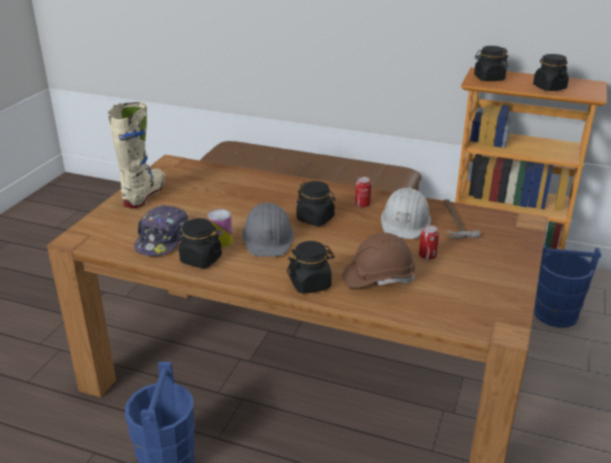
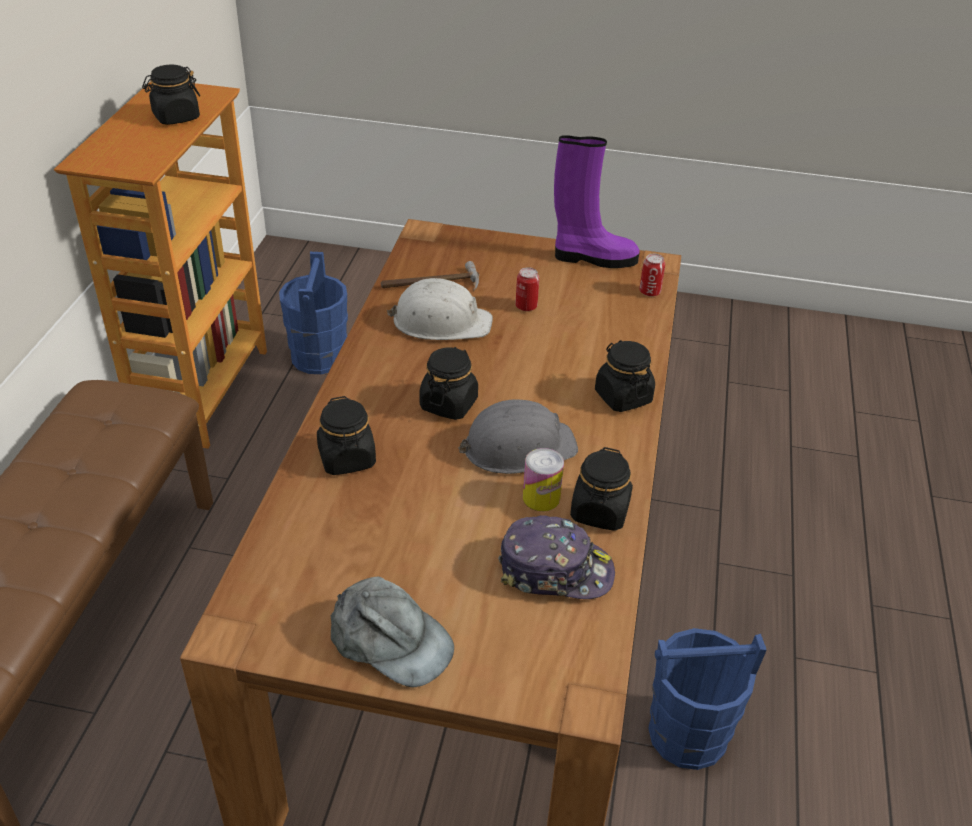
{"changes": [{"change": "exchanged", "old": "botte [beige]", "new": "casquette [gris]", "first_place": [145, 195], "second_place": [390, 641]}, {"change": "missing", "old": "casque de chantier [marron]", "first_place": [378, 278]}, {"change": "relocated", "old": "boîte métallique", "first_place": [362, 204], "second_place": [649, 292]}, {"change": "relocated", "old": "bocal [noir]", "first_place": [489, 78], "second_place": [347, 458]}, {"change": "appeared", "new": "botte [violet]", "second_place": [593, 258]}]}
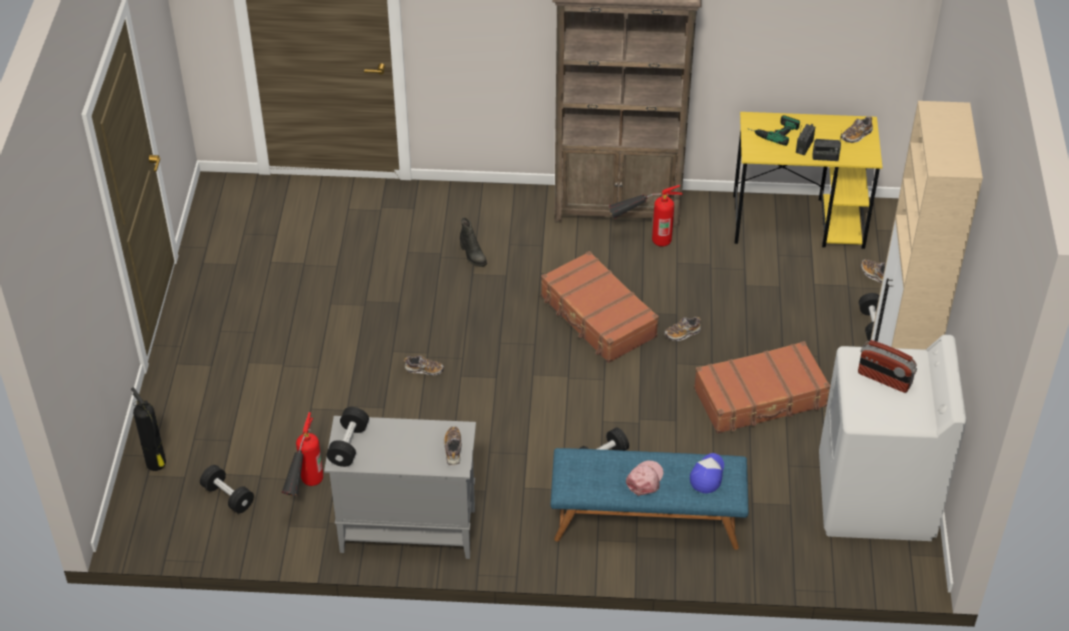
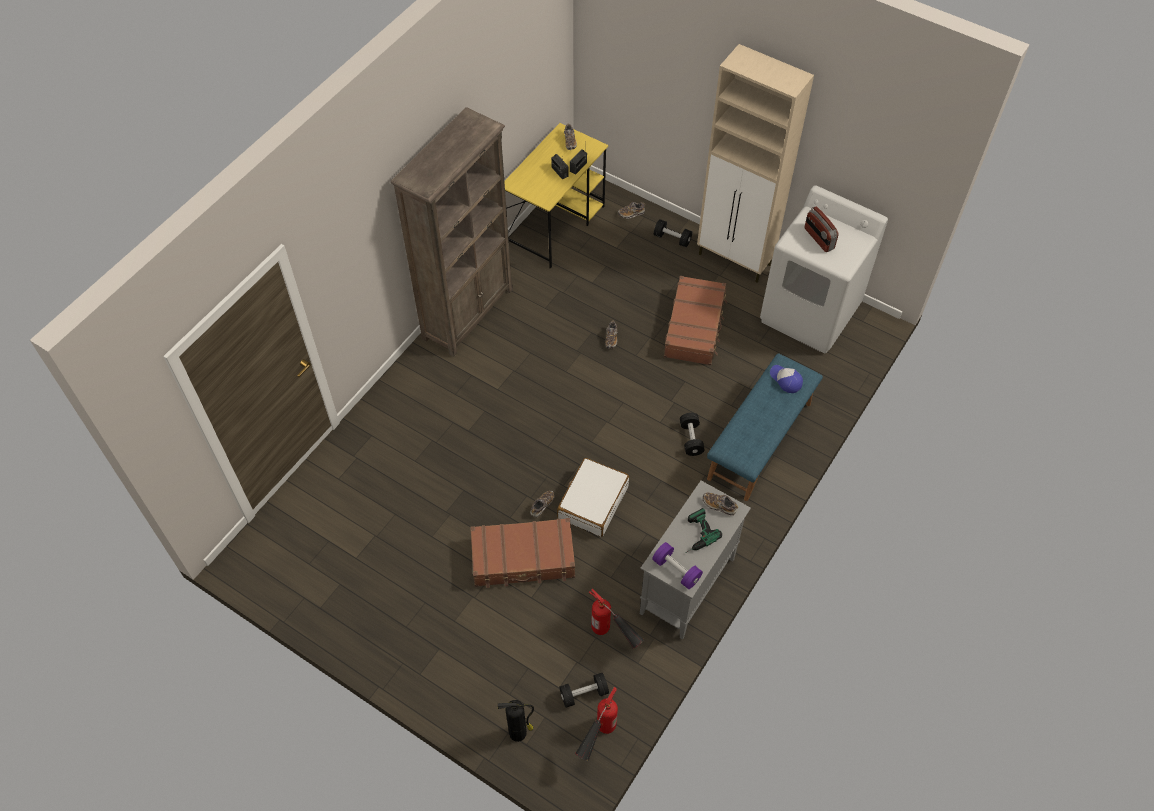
{"changes": [{"change": "colour", "old": "haltère [noir]", "new": "haltère [violet]", "first_place": [348, 445], "second_place": [676, 570]}, {"change": "missing", "old": "botte [noir]", "first_place": [472, 256]}, {"change": "relocated", "old": "valise [marron]", "first_place": [597, 317], "second_place": [523, 559]}, {"change": "relocated", "old": "extincteur", "first_place": [643, 240], "second_place": [597, 740]}, {"change": "missing", "old": "casquette [rose]", "first_place": [645, 479]}, {"change": "relocated", "old": "perceuse", "first_place": [772, 131], "second_place": [695, 534]}, {"change": "spun", "old": "radio", "first_place": [884, 379], "second_place": [818, 239], "degrees": 90}, {"change": "appeared", "new": "valise [blanc]", "second_place": [592, 502]}]}
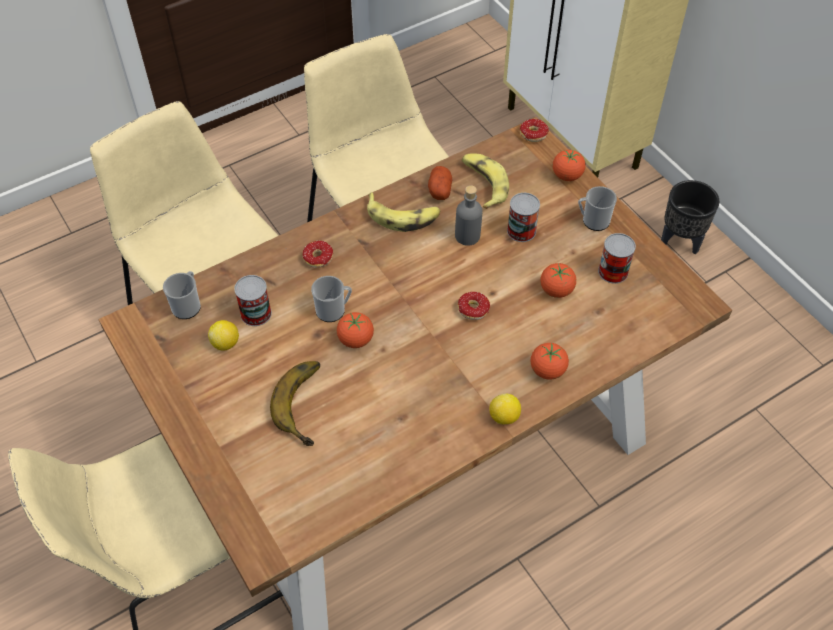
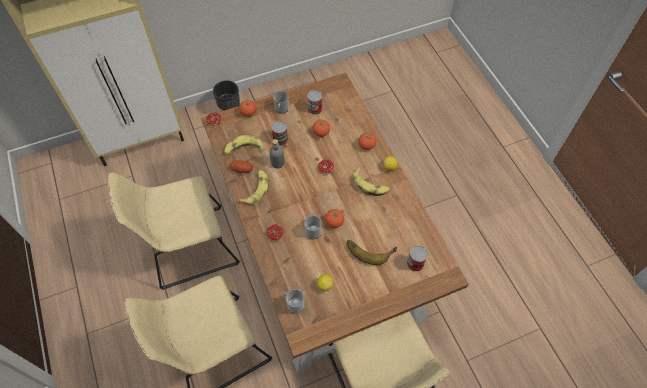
{"changes": [{"change": "relocated", "old": "boîte métallique", "first_place": [256, 313], "second_place": [415, 263]}, {"change": "appeared", "new": "banane", "second_place": [370, 185]}]}
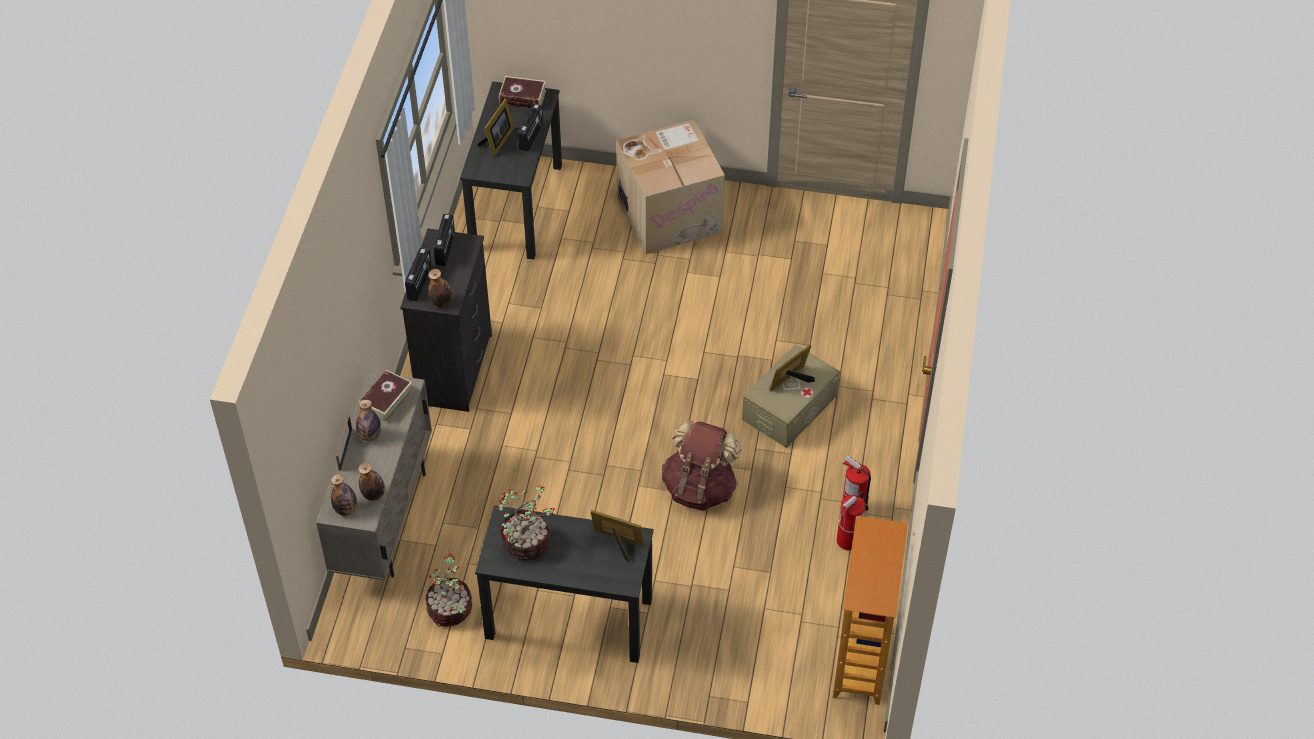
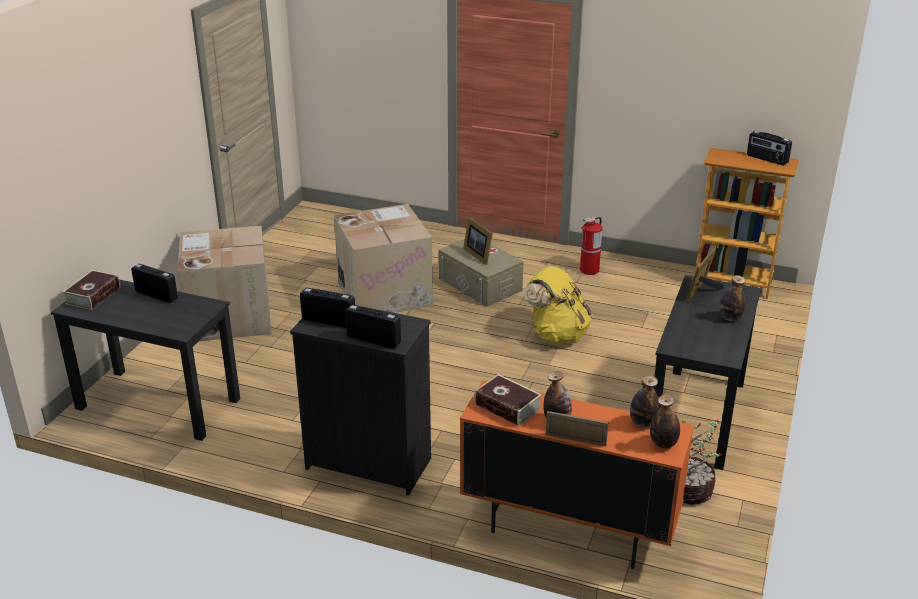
{"changes": [{"change": "colour", "old": "meuble de rangement [beige]", "new": "meuble de rangement [orange]", "first_place": [384, 520], "second_place": [568, 530]}, {"change": "relocated", "old": "bouteille", "first_place": [441, 302], "second_place": [730, 318]}, {"change": "missing", "old": "cadre photo", "first_place": [497, 141]}, {"change": "missing", "old": "plante en pot", "first_place": [527, 542]}, {"change": "colour", "old": "sac à dos [marron]", "new": "sac à dos [jaune]", "first_place": [700, 488], "second_place": [557, 334]}, {"change": "missing", "old": "extincteur", "first_place": [848, 541]}, {"change": "appeared", "new": "carton", "second_place": [385, 293]}, {"change": "appeared", "new": "radio", "second_place": [767, 159]}]}
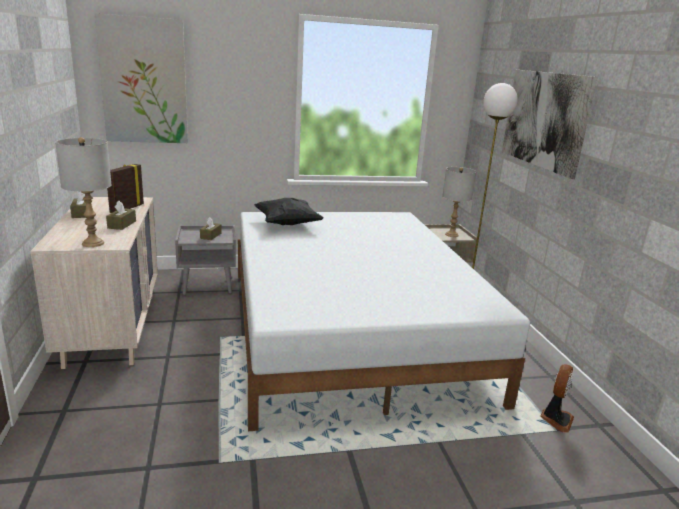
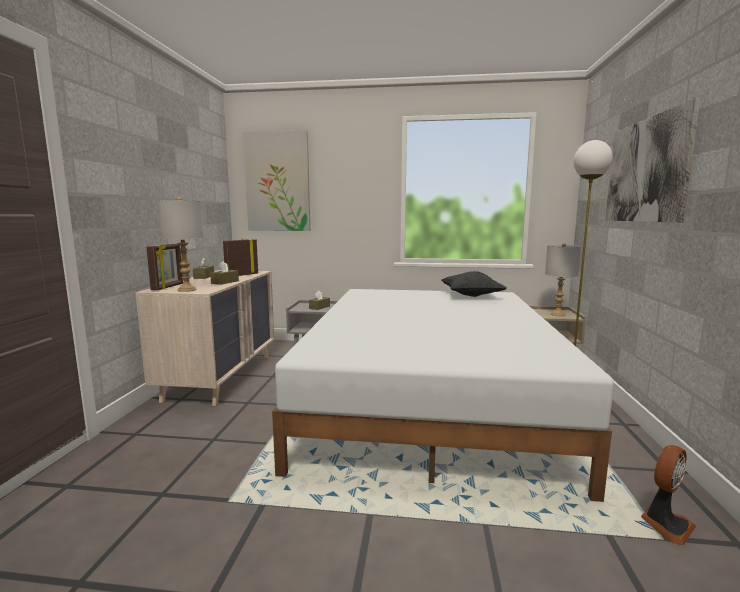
{"changes": [{"change": "relocated", "old": "coussin [noir]", "first_place": [287, 224], "second_place": [471, 296]}, {"change": "appeared", "new": "cadre photo", "second_place": [168, 287]}]}
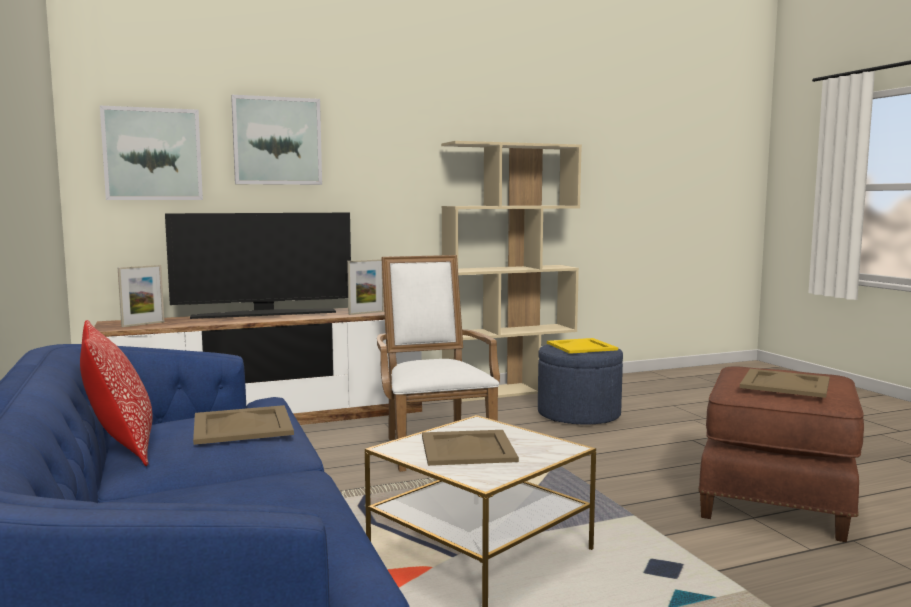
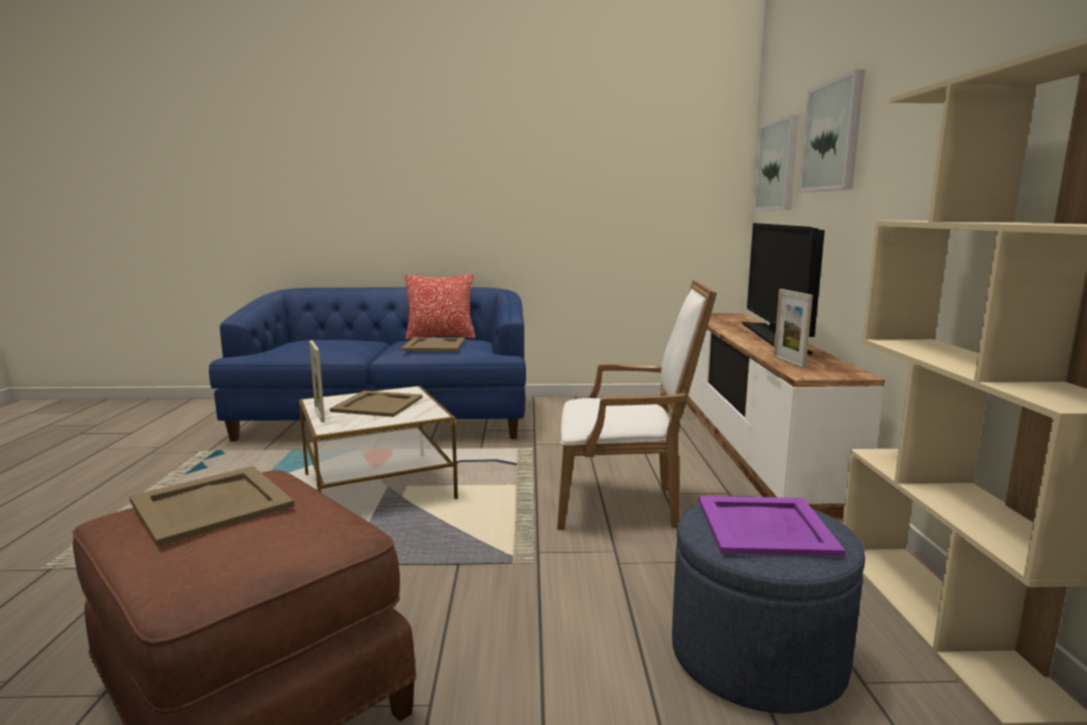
{"changes": [{"change": "relocated", "old": "cadre photo", "first_place": [143, 324], "second_place": [319, 415]}, {"change": "colour", "old": "plateau [jaune]", "new": "plateau [violet]", "first_place": [582, 346], "second_place": [764, 526]}]}
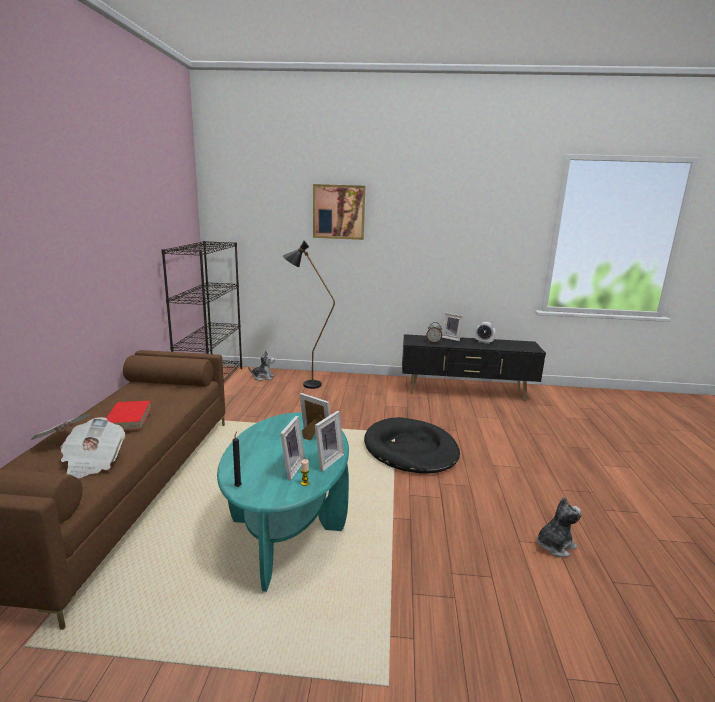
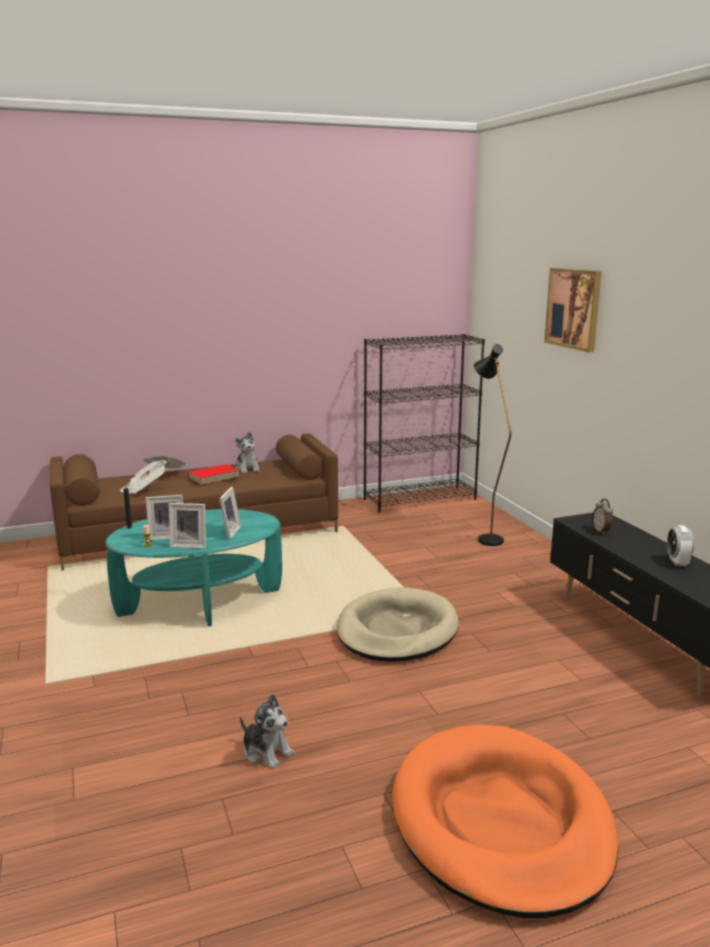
{"changes": [{"change": "relocated", "old": "peluche", "first_place": [263, 377], "second_place": [247, 469]}, {"change": "colour", "old": "panier pour chien [noir]", "new": "panier pour chien [beige]", "first_place": [410, 449], "second_place": [397, 630]}, {"change": "missing", "old": "cadre photo", "first_place": [451, 338]}, {"change": "appeared", "new": "panier pour chien [orange]", "second_place": [501, 822]}]}
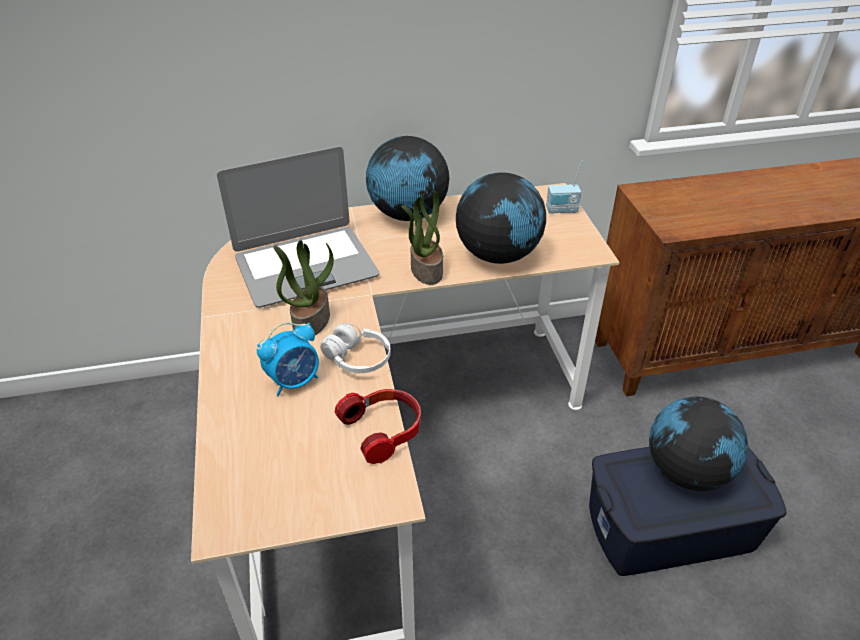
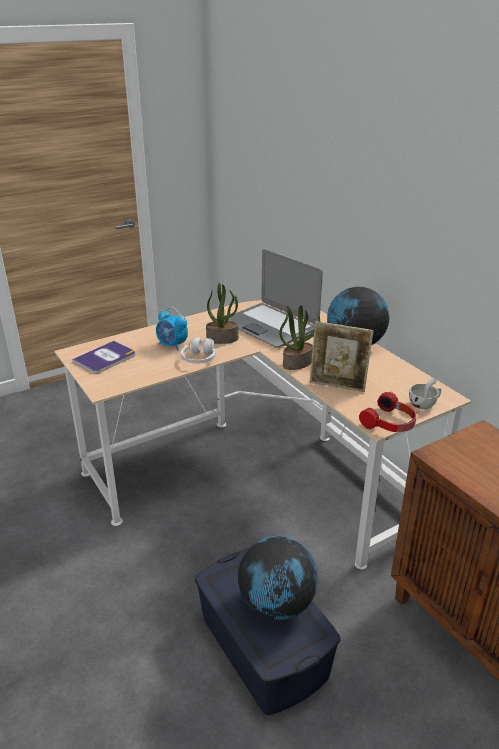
{"changes": [{"change": "relocated", "old": "casque audio", "first_place": [384, 430], "second_place": [390, 423]}, {"change": "exchanged", "old": "globe", "new": "cadre photo", "first_place": [498, 255], "second_place": [338, 386]}, {"change": "exchanged", "old": "radio", "new": "tasse [blanc]", "first_place": [562, 211], "second_place": [424, 404]}, {"change": "appeared", "new": "livre", "second_place": [105, 358]}]}
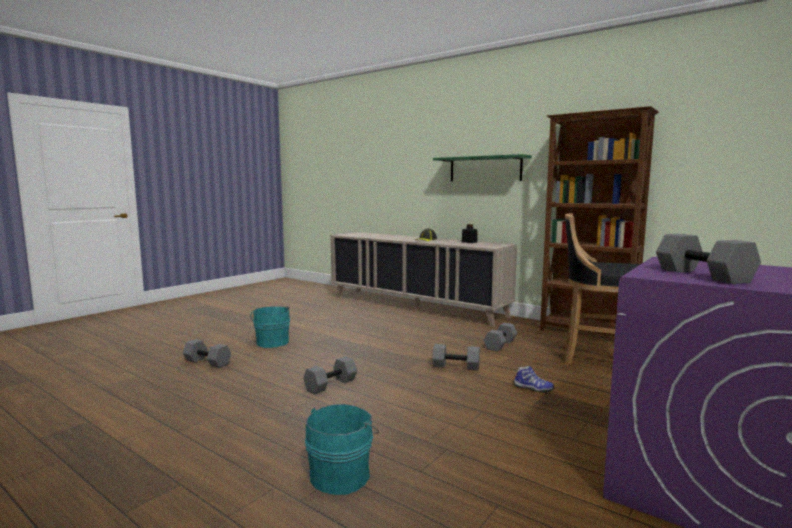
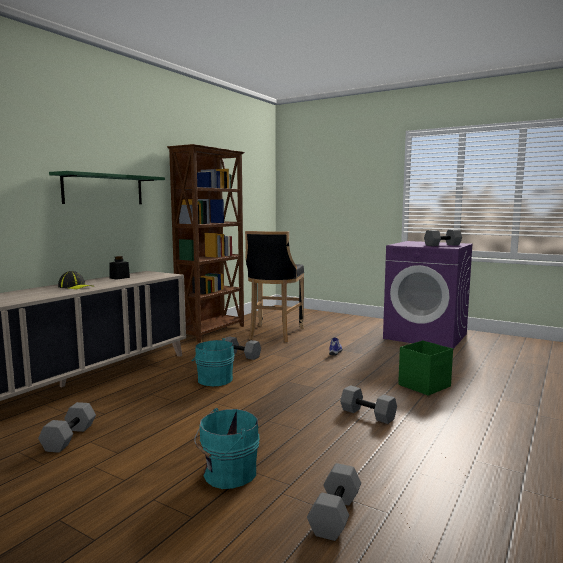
{"changes": [{"change": "relocated", "old": "seau [turquoise]", "first_place": [342, 475], "second_place": [214, 379]}, {"change": "relocated", "old": "haltère [gris]", "first_place": [456, 366], "second_place": [69, 437]}, {"change": "appeared", "new": "boîte de rangement [vert]", "second_place": [425, 385]}]}
